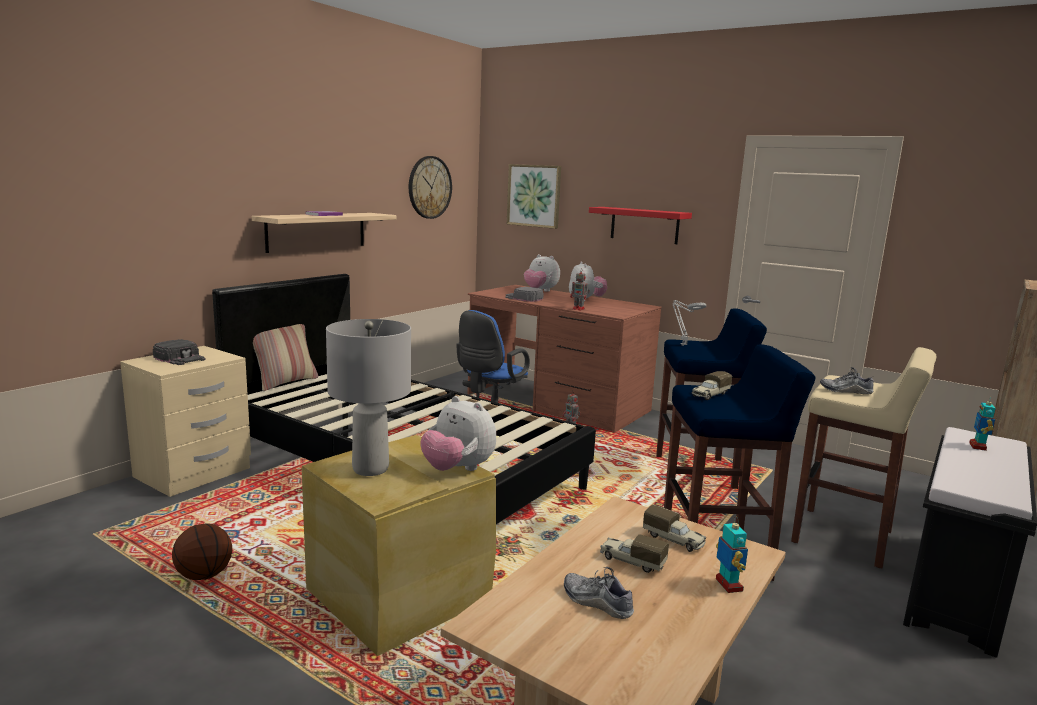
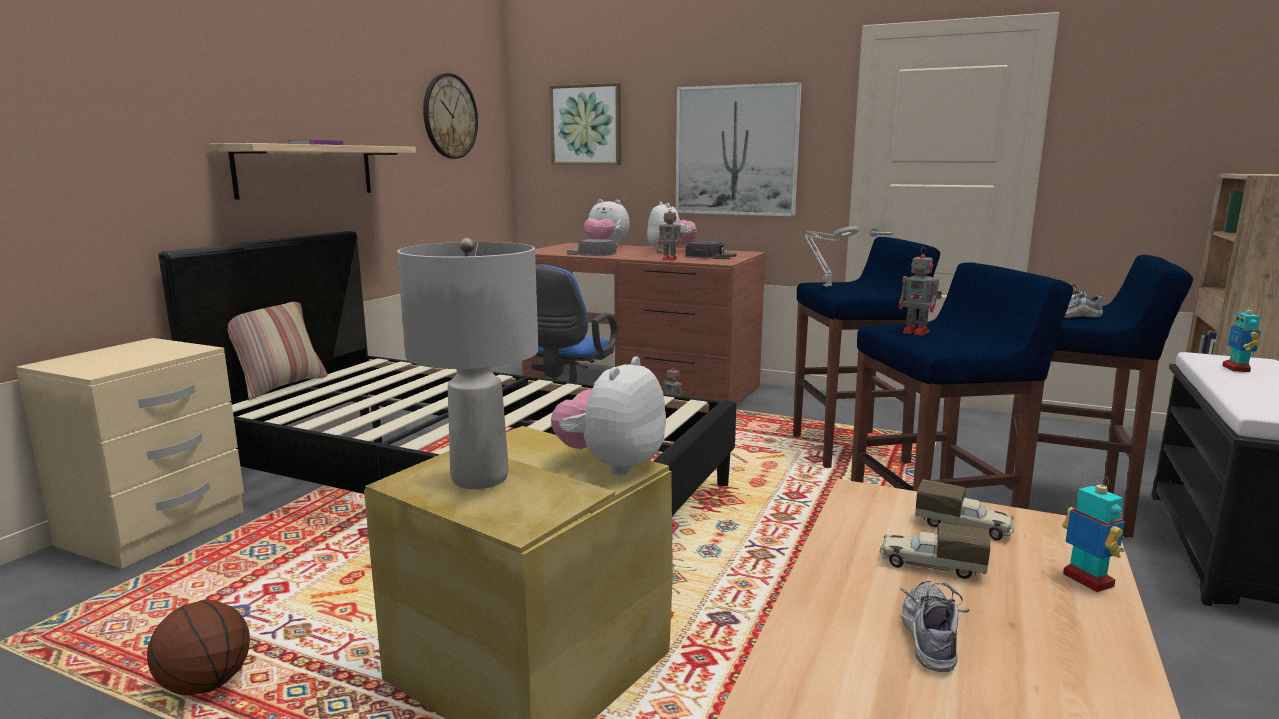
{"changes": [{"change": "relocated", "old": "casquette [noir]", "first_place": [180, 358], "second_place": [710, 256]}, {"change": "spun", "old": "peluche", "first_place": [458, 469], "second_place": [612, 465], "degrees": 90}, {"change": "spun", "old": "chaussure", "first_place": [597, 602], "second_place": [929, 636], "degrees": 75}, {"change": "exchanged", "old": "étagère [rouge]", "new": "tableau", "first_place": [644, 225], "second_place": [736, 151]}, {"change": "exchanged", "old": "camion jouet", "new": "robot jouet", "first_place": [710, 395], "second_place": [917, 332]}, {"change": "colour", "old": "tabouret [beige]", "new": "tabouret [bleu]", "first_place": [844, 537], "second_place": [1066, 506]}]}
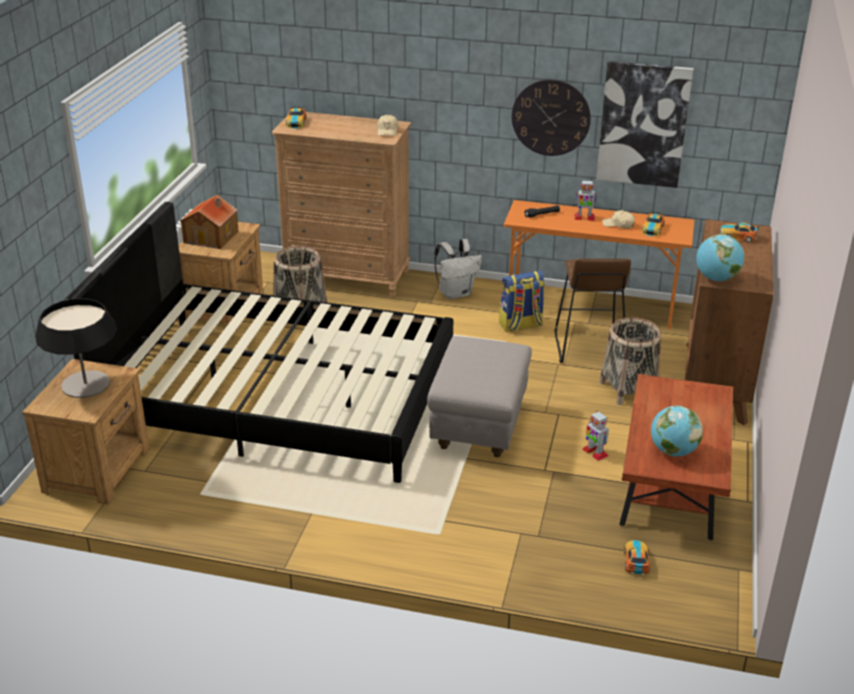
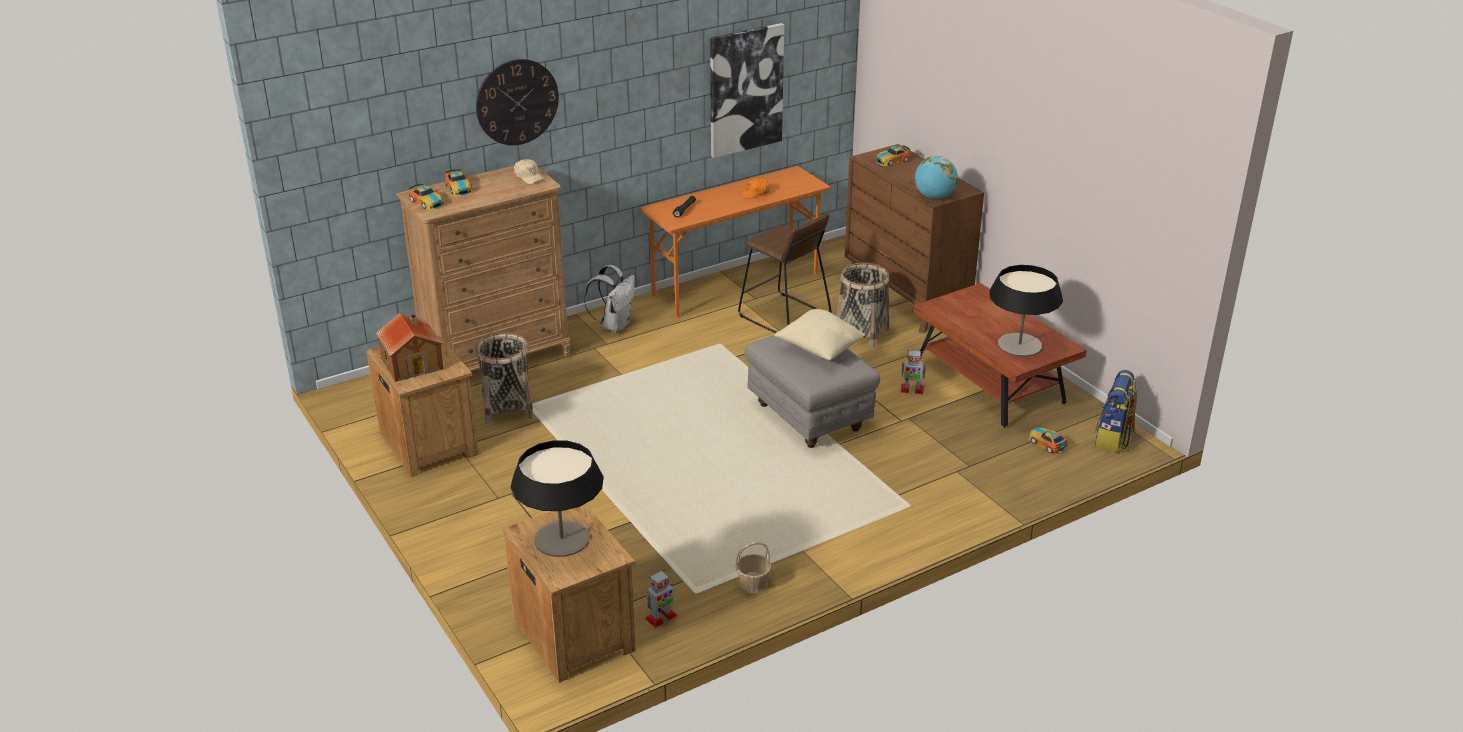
{"changes": [{"change": "missing", "old": "lit [noir]", "first_place": [279, 397]}, {"change": "relocated", "old": "sac à dos", "first_place": [520, 325], "second_place": [1113, 439]}, {"change": "relocated", "old": "horloge murale", "first_place": [551, 117], "second_place": [517, 102]}, {"change": "relocated", "old": "robot jouet", "first_place": [584, 217], "second_place": [661, 617]}, {"change": "colour", "old": "casquette [beige]", "new": "casquette [orange]", "first_place": [618, 224], "second_place": [754, 193]}, {"change": "relocated", "old": "petite voiture", "first_place": [652, 229], "second_place": [458, 188]}, {"change": "exchanged", "old": "globe", "new": "lampe de table", "first_place": [673, 451], "second_place": [1019, 345]}, {"change": "appeared", "new": "panier", "second_place": [753, 583]}, {"change": "appeared", "new": "coussin [beige]", "second_place": [819, 349]}]}
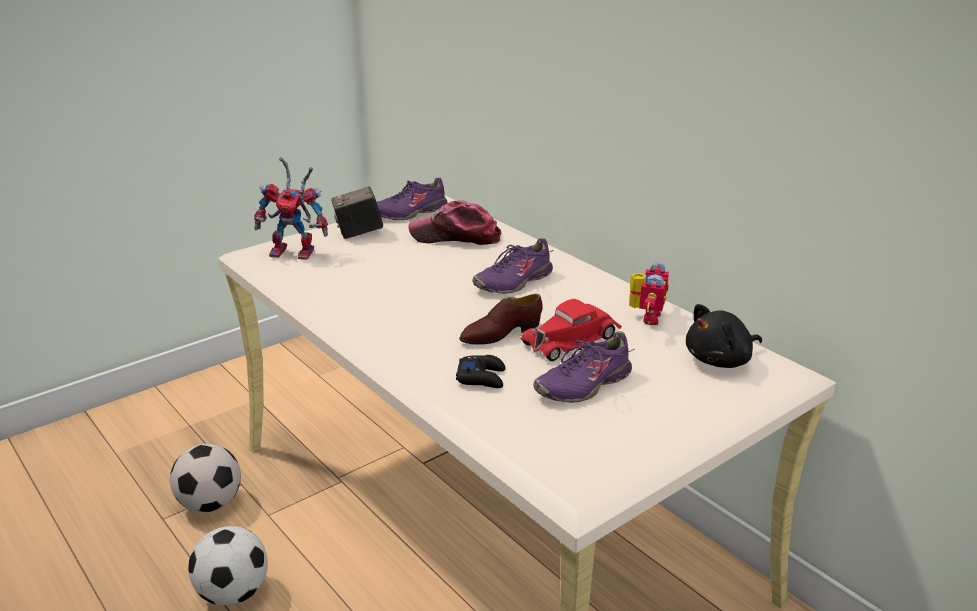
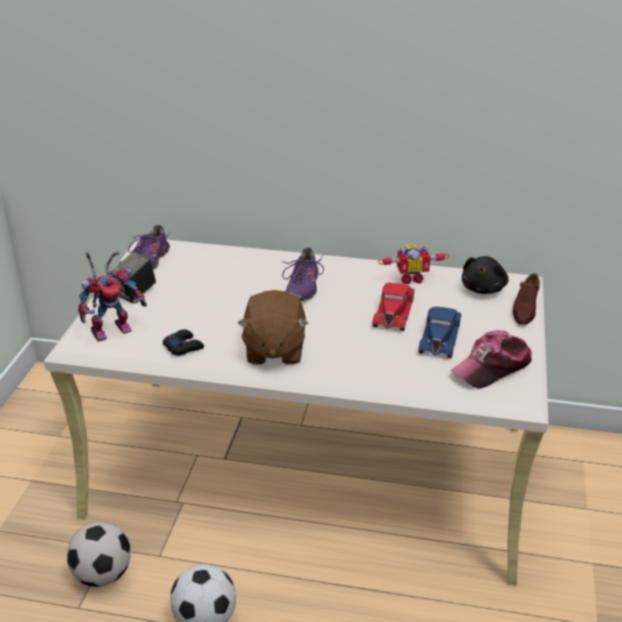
{"changes": [{"change": "relocated", "old": "casquette", "first_place": [456, 236], "second_place": [492, 367]}, {"change": "relocated", "old": "manette [noir]", "first_place": [482, 377], "second_place": [183, 347]}, {"change": "relocated", "old": "chaussure [marron]", "first_place": [500, 333], "second_place": [524, 309]}, {"change": "exchanged", "old": "chaussure [violet]", "new": "petite voiture [bleu]", "first_place": [583, 384], "second_place": [440, 337]}, {"change": "spun", "old": "robot jouet", "first_place": [645, 317], "second_place": [411, 278], "degrees": 105}, {"change": "appeared", "new": "peluche [marron]", "second_place": [274, 350]}]}
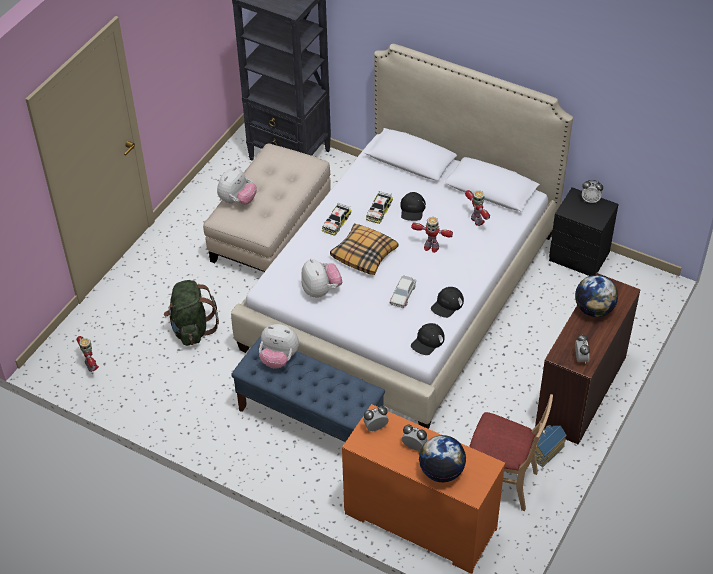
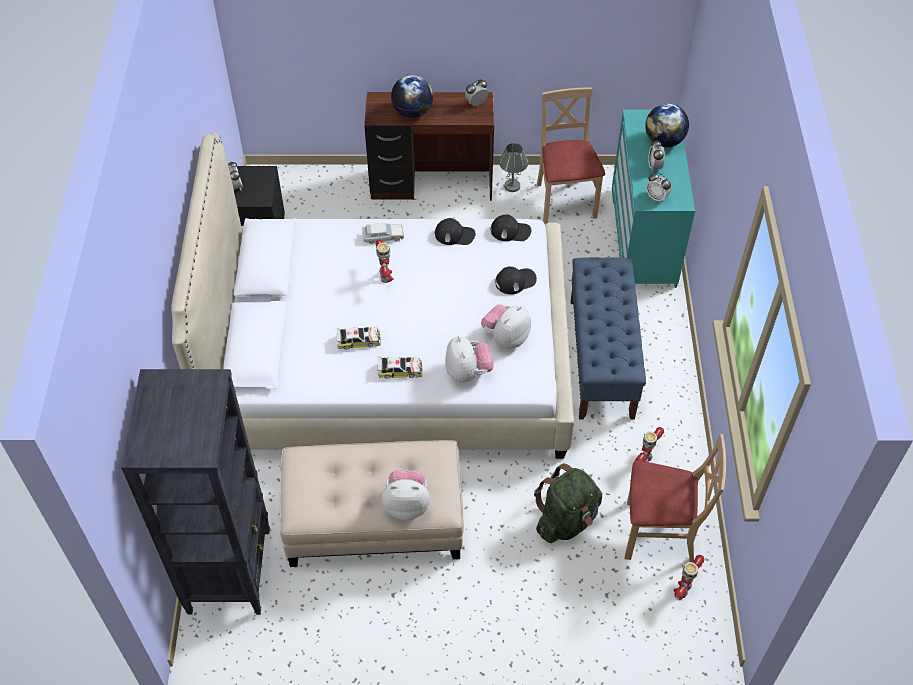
{"changes": [{"change": "relocated", "old": "peluche", "first_place": [279, 358], "second_place": [468, 372]}, {"change": "missing", "old": "coussin", "first_place": [364, 254]}, {"change": "colour", "old": "commode [orange]", "new": "commode [turquoise]", "first_place": [419, 522], "second_place": [644, 237]}, {"change": "relocated", "old": "petite voiture", "first_place": [403, 294], "second_place": [382, 236]}, {"change": "relocated", "old": "casquette [noir]", "first_place": [412, 209], "second_place": [515, 281]}, {"change": "relocated", "old": "robot jouet", "first_place": [477, 220], "second_place": [644, 460]}, {"change": "exchanged", "old": "maison miniature", "new": "lampe de table [gris]", "first_place": [545, 451], "second_place": [512, 186]}, {"change": "appeared", "new": "chaise [beige]", "second_place": [659, 533]}]}
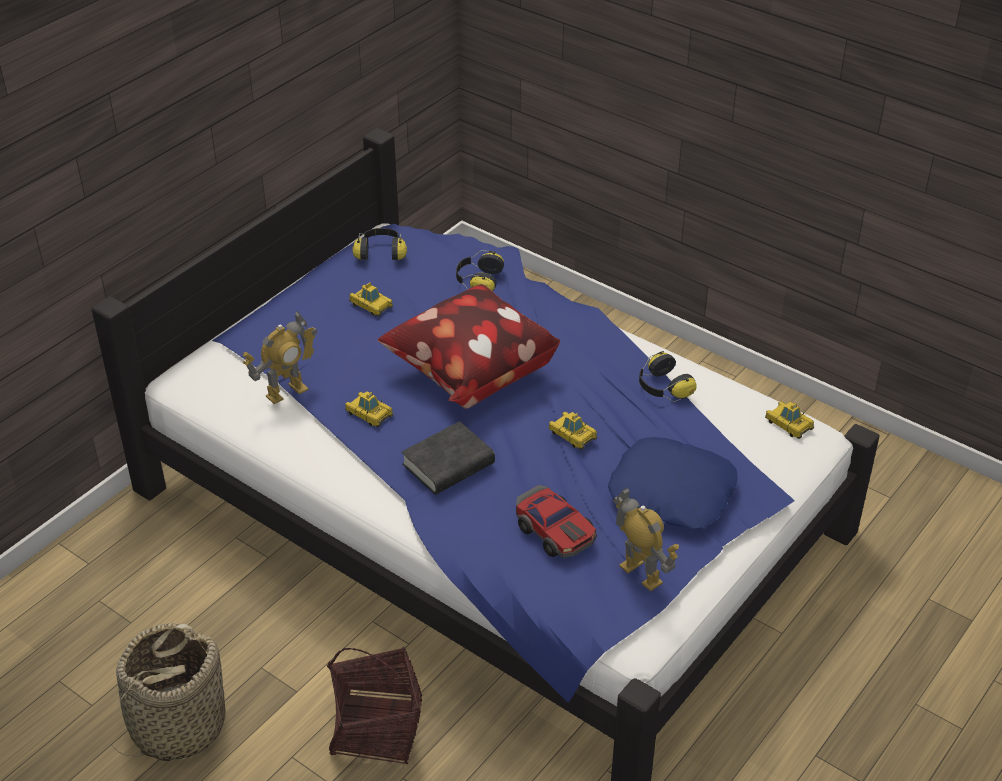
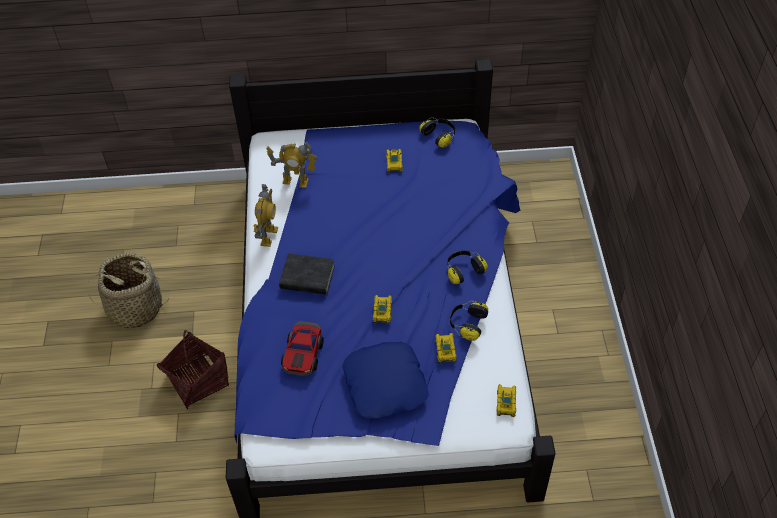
{"changes": [{"change": "relocated", "old": "petite voiture", "first_place": [369, 413], "second_place": [445, 350]}, {"change": "missing", "old": "coussin", "first_place": [469, 373]}, {"change": "relocated", "old": "casque audio", "first_place": [478, 281], "second_place": [463, 270]}, {"change": "relocated", "old": "robot jouet", "first_place": [641, 574], "second_place": [268, 236]}]}
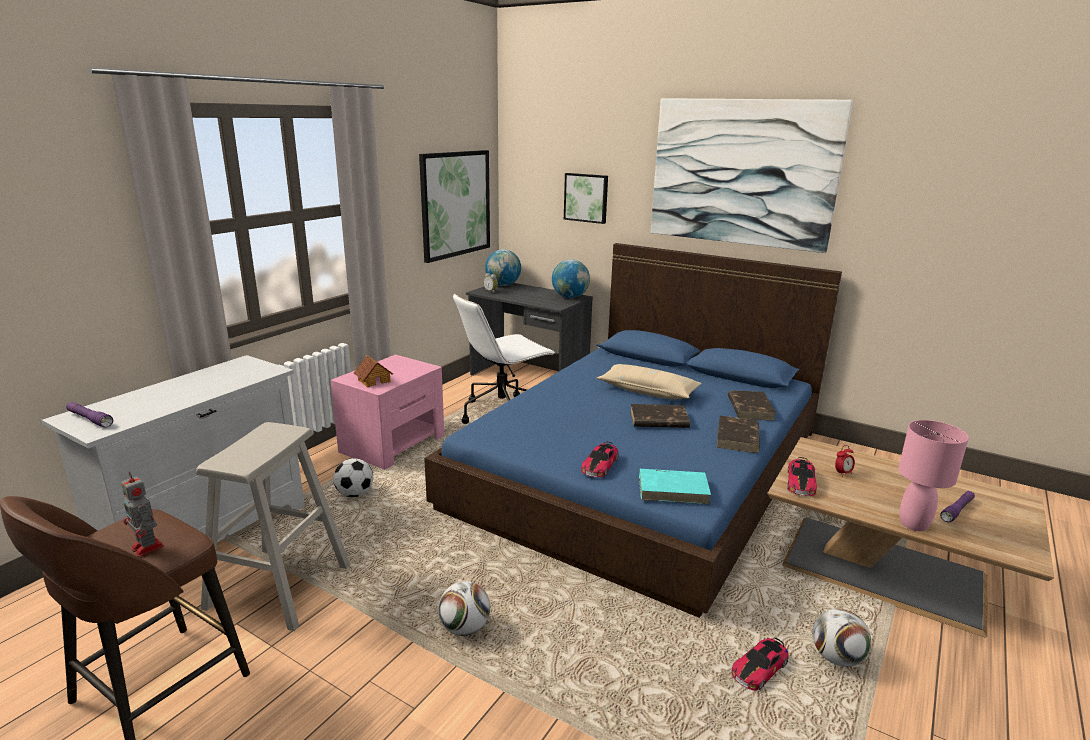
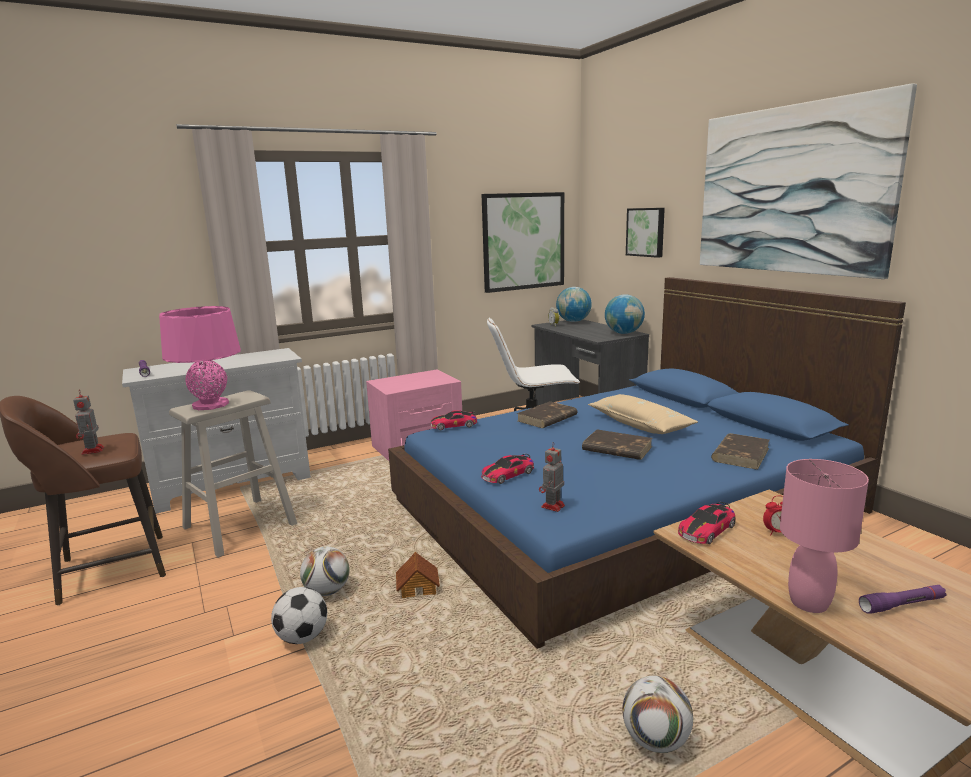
{"changes": [{"change": "relocated", "old": "ballon de foot", "first_place": [355, 494], "second_place": [302, 637]}, {"change": "relocated", "old": "maison miniature", "first_place": [374, 380], "second_place": [418, 588]}, {"change": "exchanged", "old": "livre [turquoise]", "new": "robot jouet", "first_place": [673, 489], "second_place": [552, 506]}, {"change": "relocated", "old": "livre [marron]", "first_place": [737, 438], "second_place": [547, 418]}, {"change": "relocated", "old": "petite voiture", "first_place": [759, 668], "second_place": [453, 425]}, {"change": "appeared", "new": "lampe de table [rose]", "second_place": [211, 405]}]}
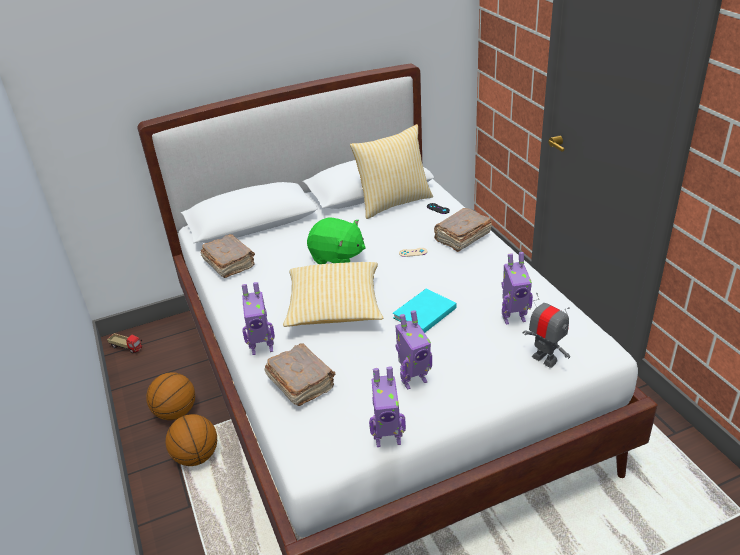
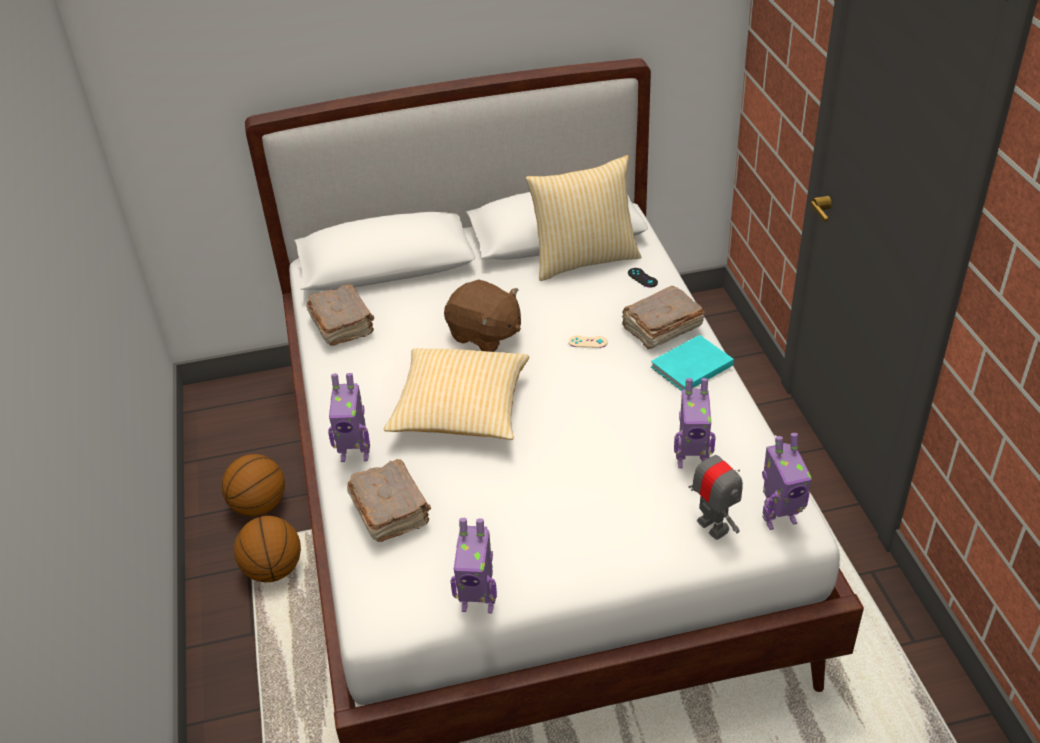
{"changes": [{"change": "missing", "old": "camion jouet", "first_place": [127, 347]}, {"change": "colour", "old": "peluche [vert]", "new": "peluche [marron]", "first_place": [337, 257], "second_place": [485, 335]}, {"change": "relocated", "old": "livre [turquoise]", "first_place": [423, 313], "second_place": [689, 366]}, {"change": "relocated", "old": "robot jouet", "first_place": [413, 380], "second_place": [778, 518]}]}
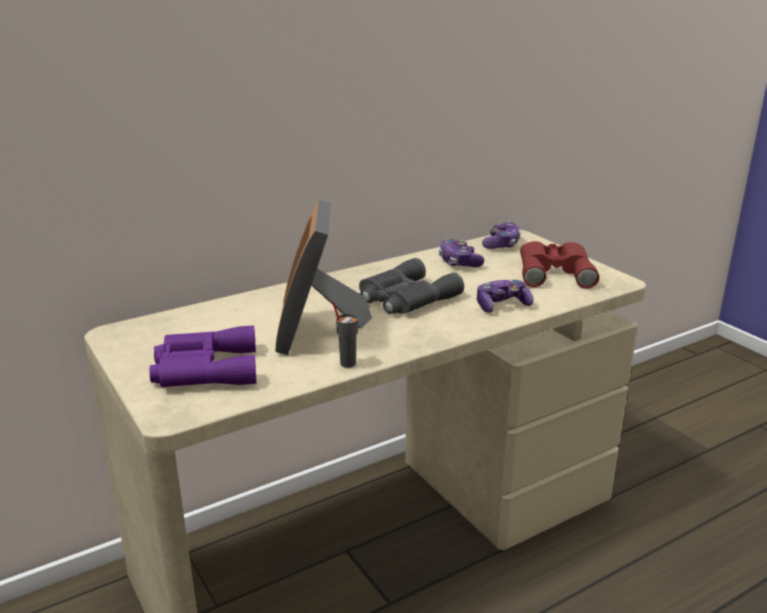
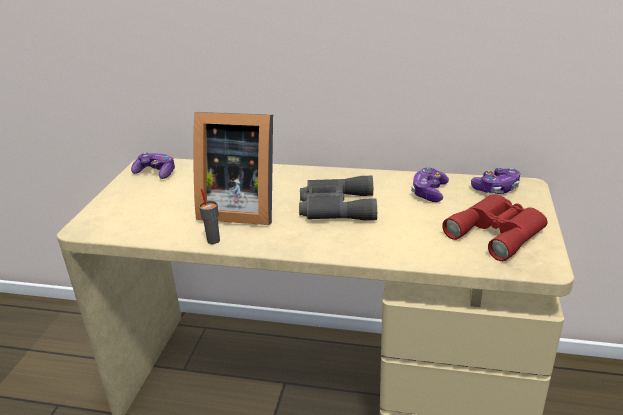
{"changes": [{"change": "missing", "old": "jumelles [violet]", "first_place": [203, 369]}, {"change": "spun", "old": "cadre photo", "first_place": [318, 331], "second_place": [239, 208], "degrees": -120}, {"change": "relocated", "old": "manette", "first_place": [502, 305], "second_place": [156, 173]}]}
